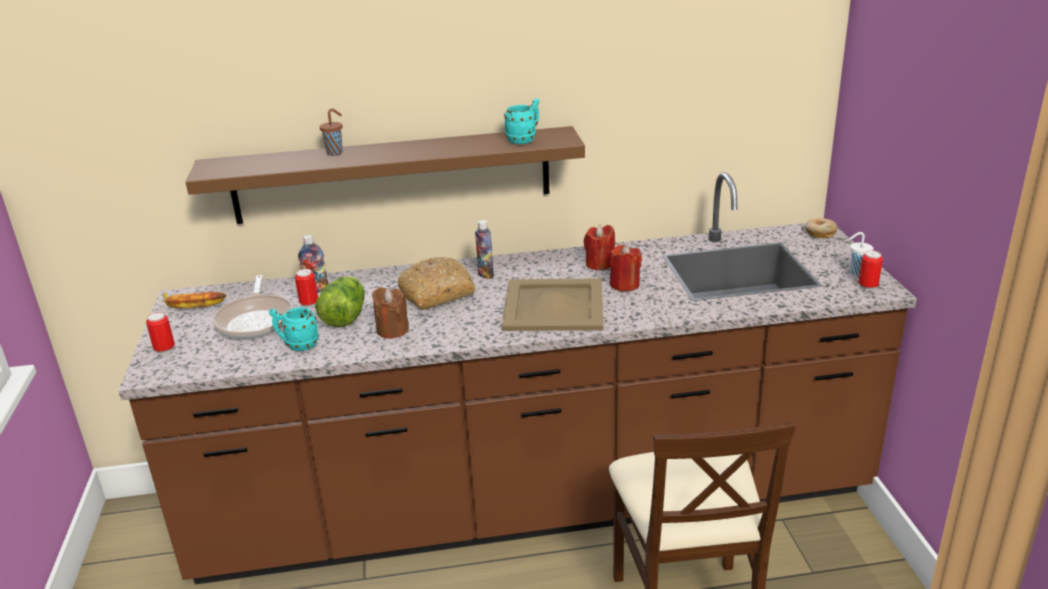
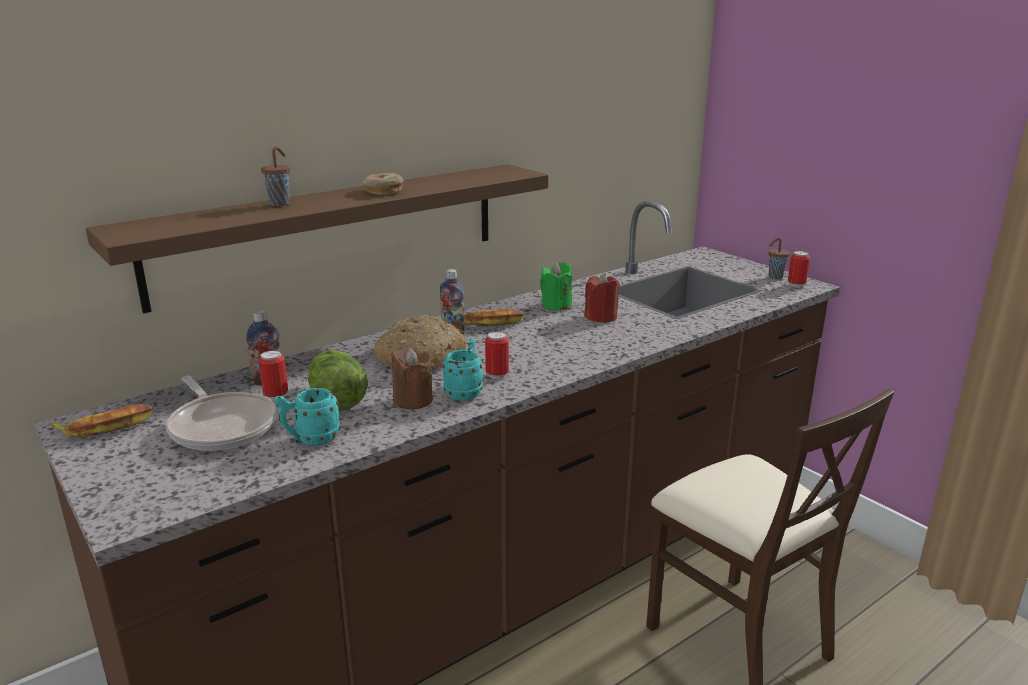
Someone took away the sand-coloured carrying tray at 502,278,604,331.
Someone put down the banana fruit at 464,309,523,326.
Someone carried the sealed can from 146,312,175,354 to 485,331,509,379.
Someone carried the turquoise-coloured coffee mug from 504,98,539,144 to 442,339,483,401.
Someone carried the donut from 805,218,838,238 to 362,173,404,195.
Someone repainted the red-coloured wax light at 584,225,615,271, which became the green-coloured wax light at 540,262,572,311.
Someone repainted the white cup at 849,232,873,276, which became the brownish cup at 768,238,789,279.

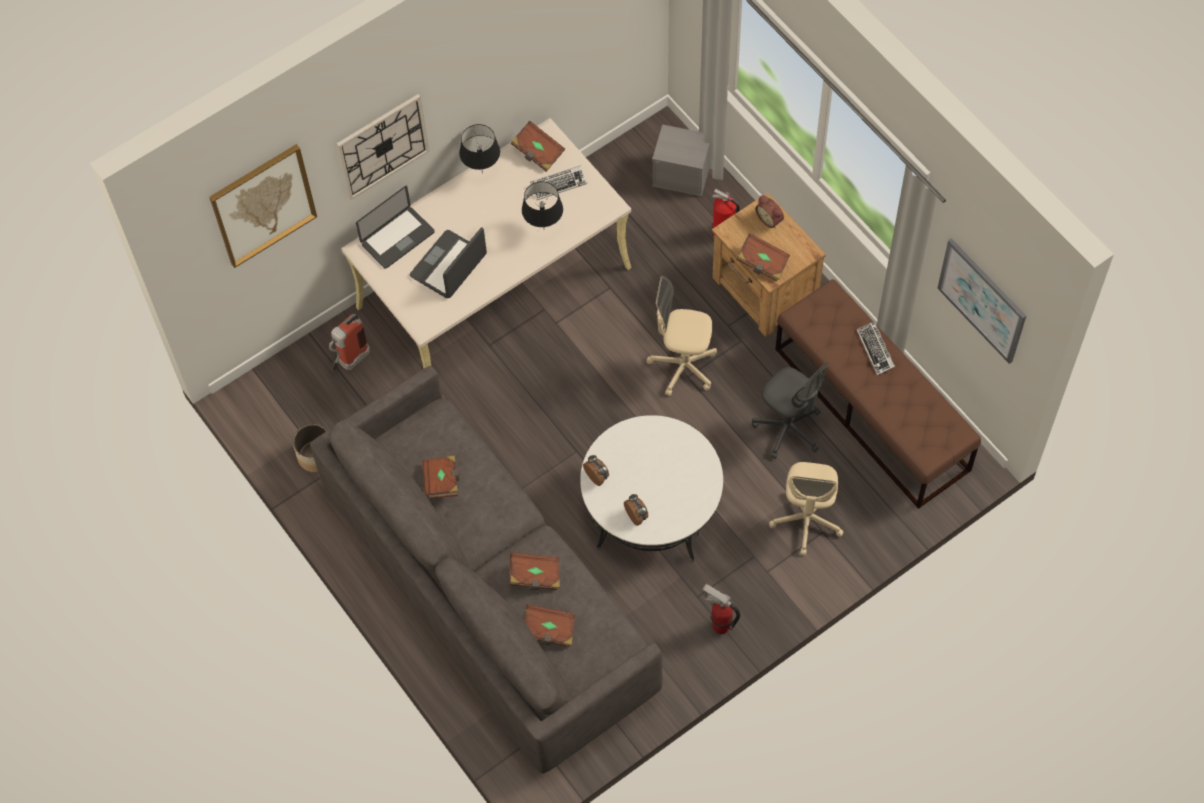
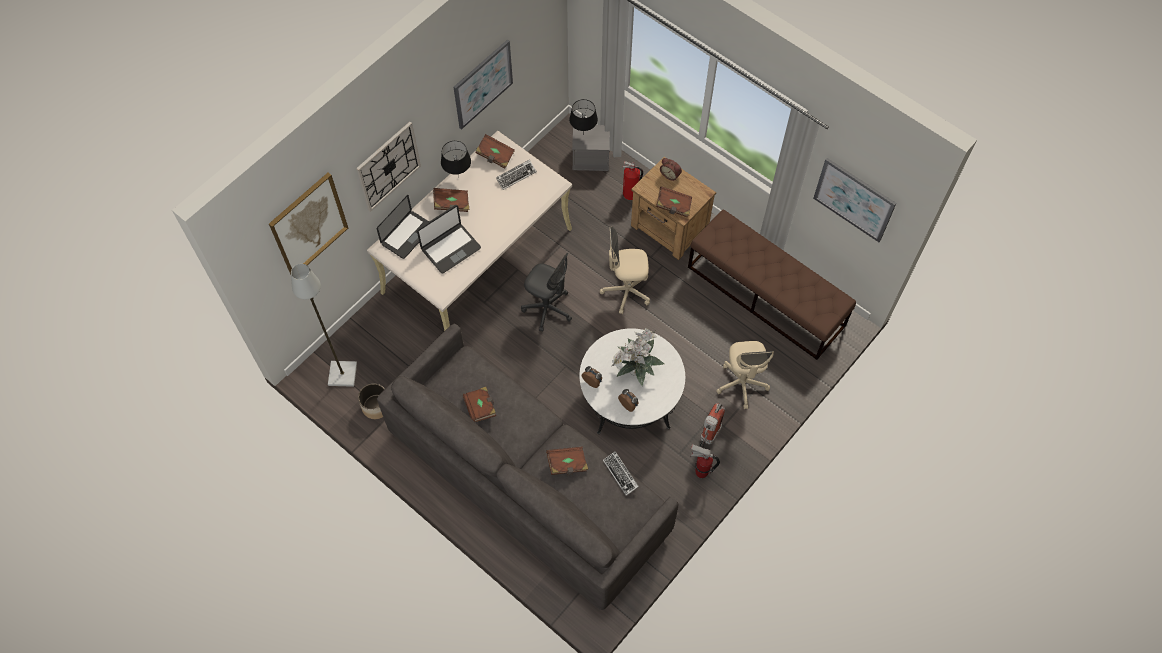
Someone put down the greyish floor lamp at 291,264,357,387.
Someone put up the wall art at 453,39,513,130.
Someone put down the plant in a pot at 612,328,664,386.
Someone carried the extinguisher from 329,314,370,371 to 699,403,725,448.
Someone carried the black lamp for a table from 522,181,563,227 to 569,99,598,135.
Someone carried the brownish bound book from 524,604,575,647 to 433,188,469,212.
Someone carried the greyish computer chair from 751,362,828,459 to 521,253,572,332.
Someone carried the PC keyboard from 857,321,895,376 to 603,451,639,496.
Someone rotated the portable computer at 410,227,487,298 by 150 degrees counterclockwise.

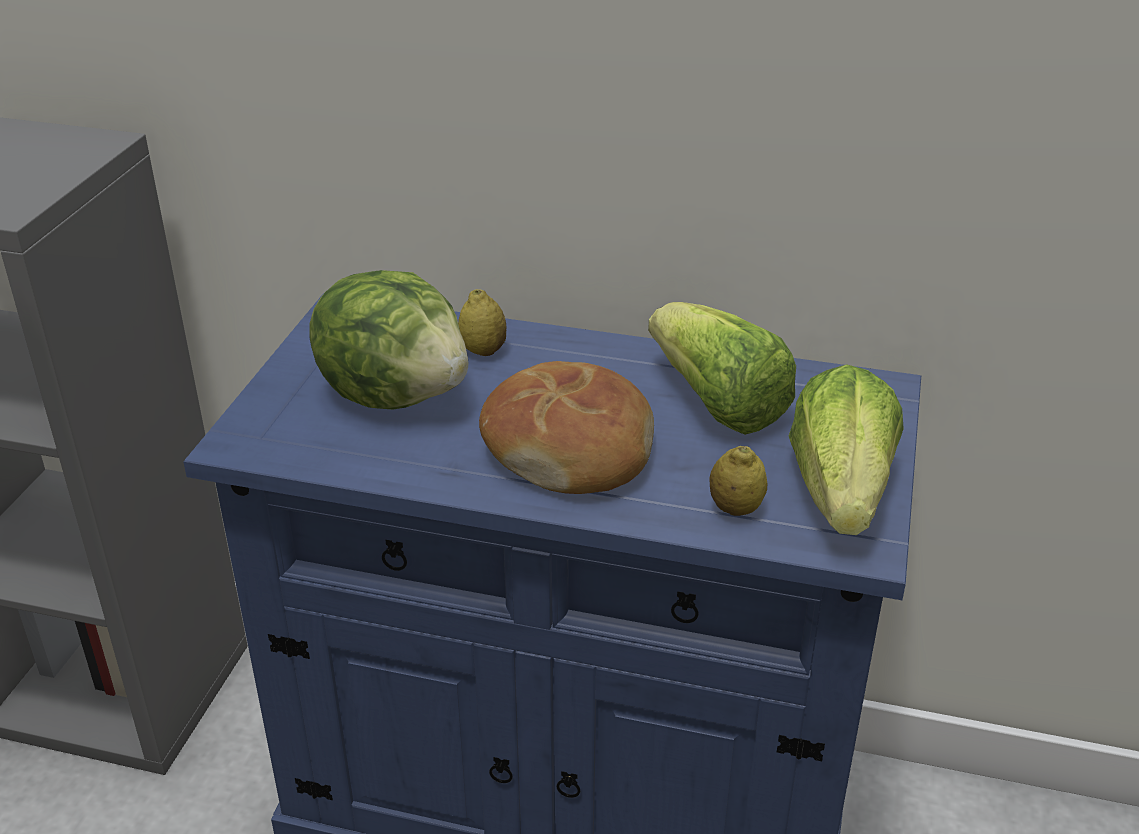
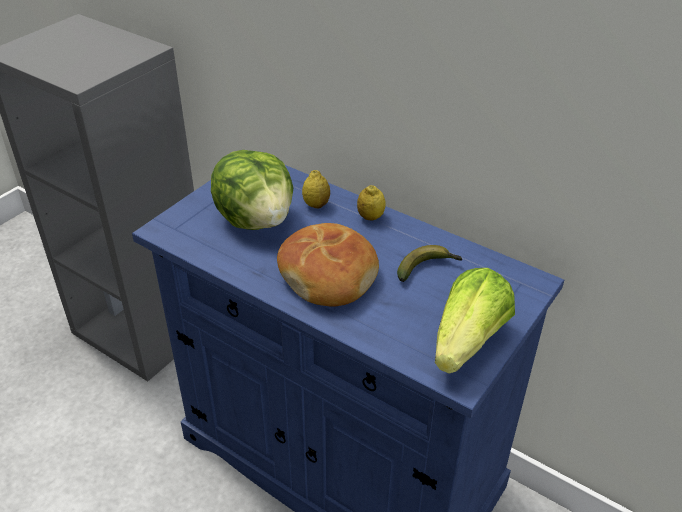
Someone carried the lemon from 709,446,768,516 to 357,185,386,220.
Someone swapped the head of lettuce at 648,302,796,435 for the banana fruit at 397,245,463,282.

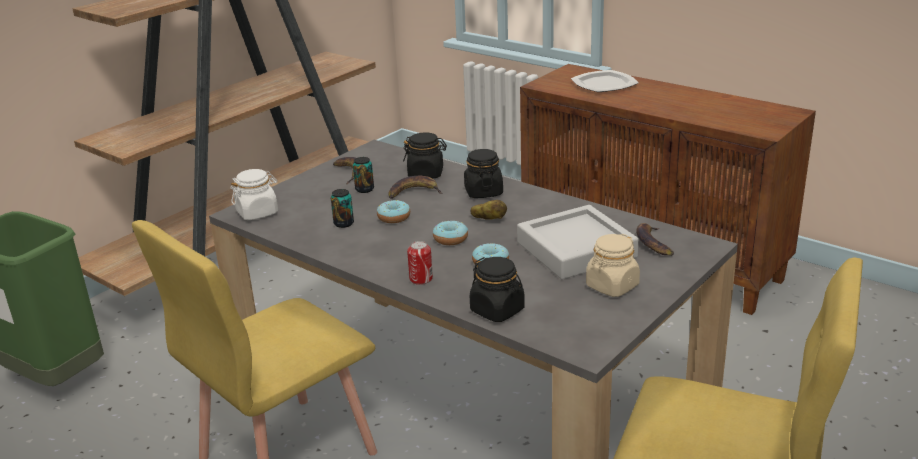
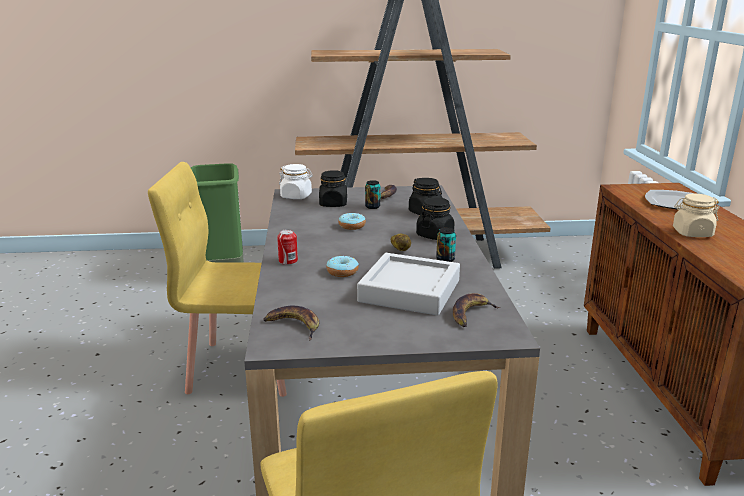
Someone took away the donut at 433,221,468,245.
Someone carried the sealed can from 331,189,354,228 to 436,228,456,262.
Someone carried the banana fruit from 389,175,443,199 to 264,305,319,340.
Someone carried the black preserve jar from 470,257,525,322 to 319,170,347,207.
Someone carried the sand-coloured preserve jar from 586,234,640,297 to 673,194,720,237.

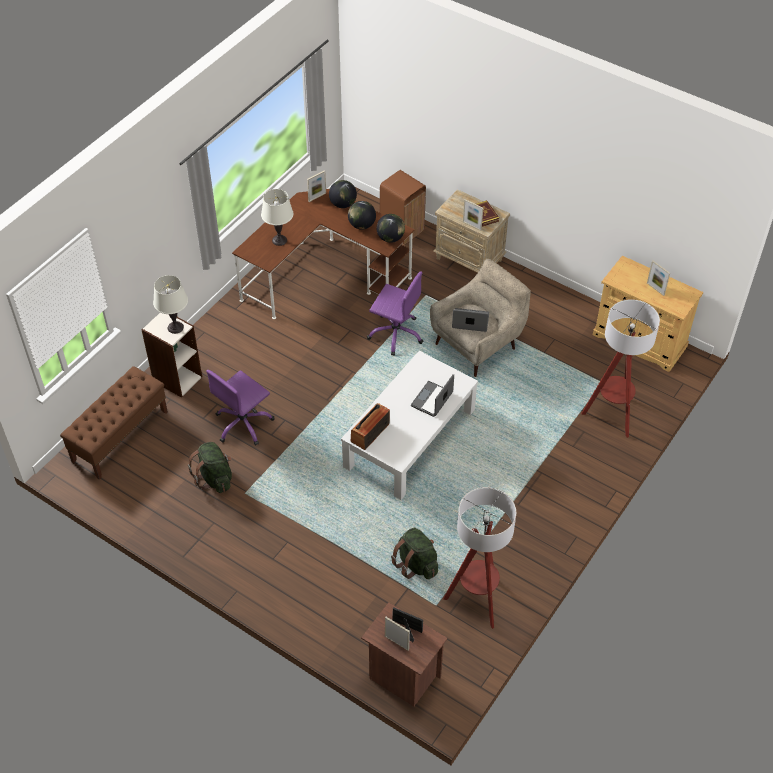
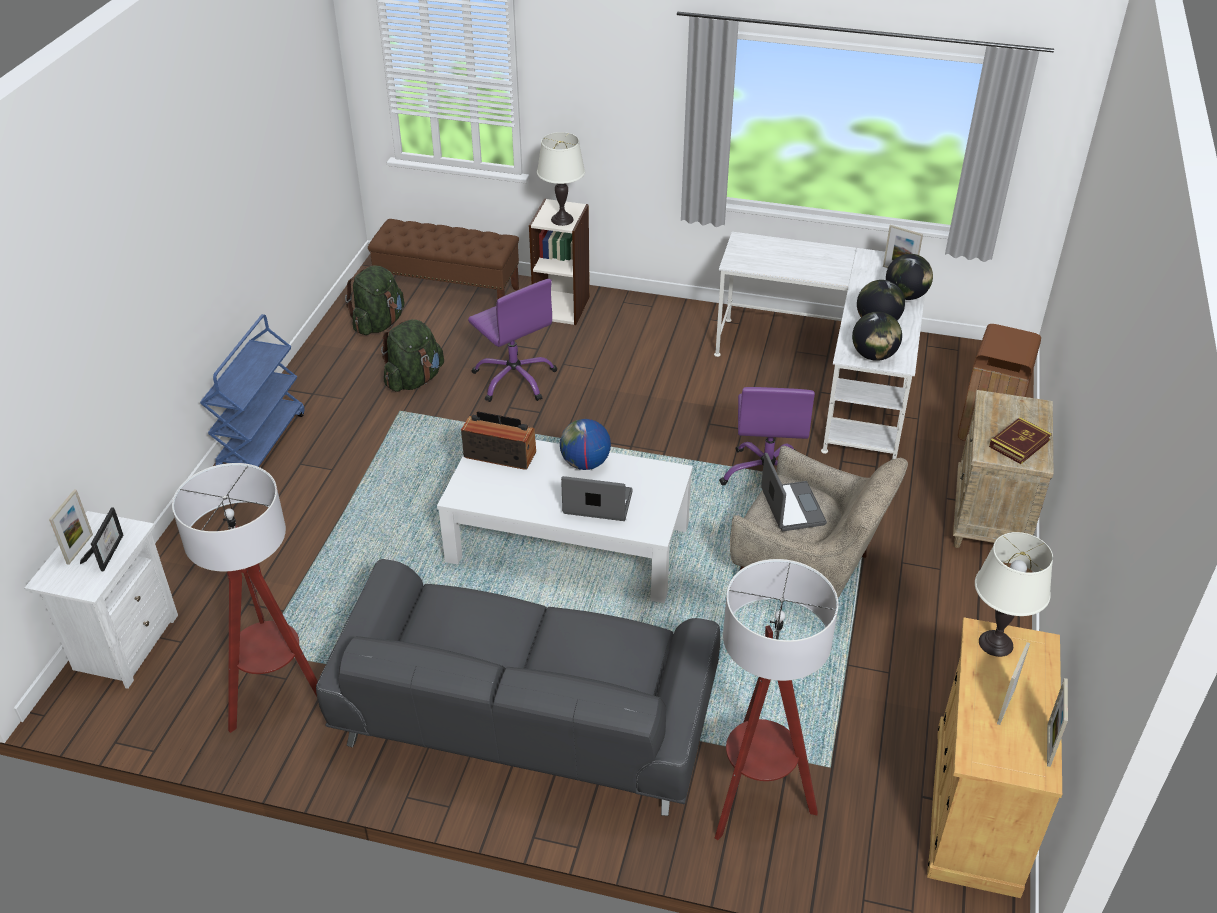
Someone put down the blue cart at 200,314,304,467.
Someone put down the greyish couch at 316,559,720,816.
Someone put down the desk globe at 560,419,611,470.
Someone carried the white lamp for a table from 261,189,294,246 to 975,532,1053,657.
Someone carried the green-coloured rucksack from 391,528,438,579 to 345,265,405,335.
Someone carried the picture frame from 463,199,483,231 to 1047,678,1068,767.
Someone repainted the brownish desk at 232,189,415,319, which became the white desk at 714,232,925,461.
Someone repainted the brownish nightstand at 361,602,447,707, which became the white nightstand at 24,511,178,689.
Someone rotated the purplish computer chair at 206,370,275,446 by 150 degrees counterclockwise.

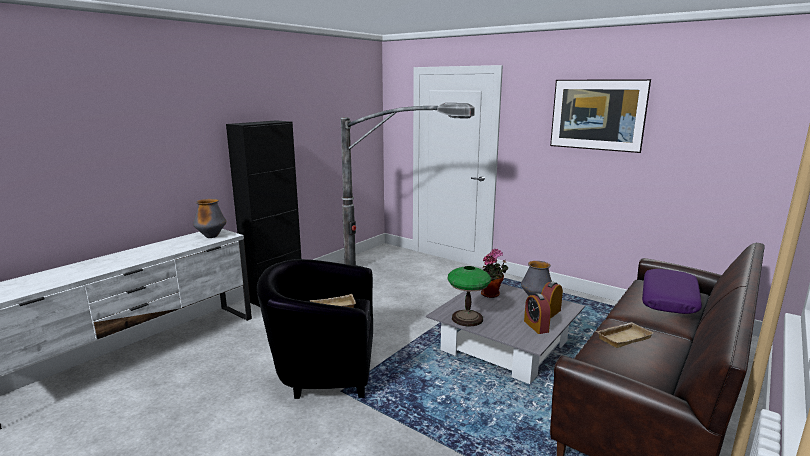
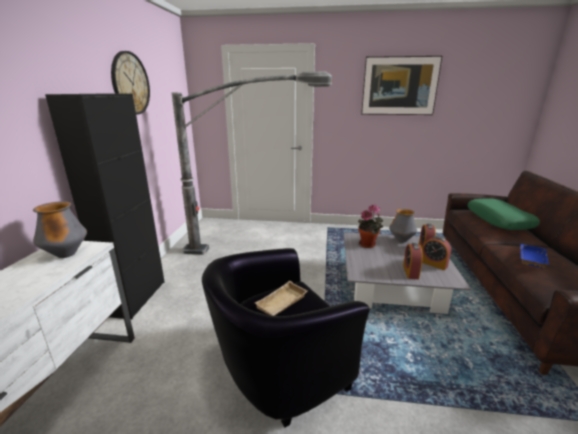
Someone took away the lamp for a table at 448,266,491,326.
Someone put up the clock on the wall at 111,51,150,114.
Someone put down the table clock at 403,243,423,279.
Someone repainted the sand-coloured carrying tray at 596,322,654,348, which became the blue carrying tray at 521,244,549,268.
Someone repainted the purplish throw pillow at 642,269,702,314, which became the green-coloured throw pillow at 468,199,540,230.

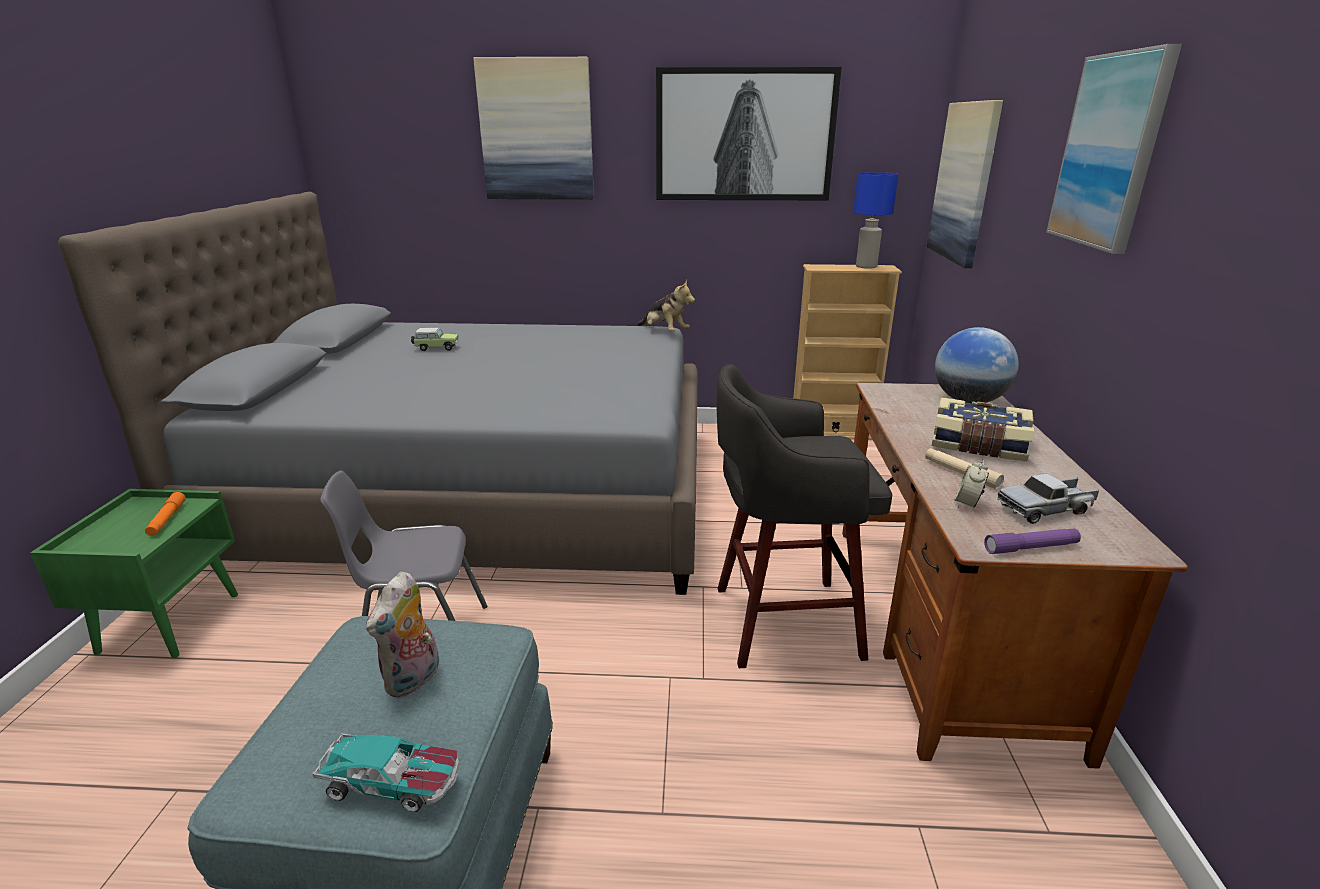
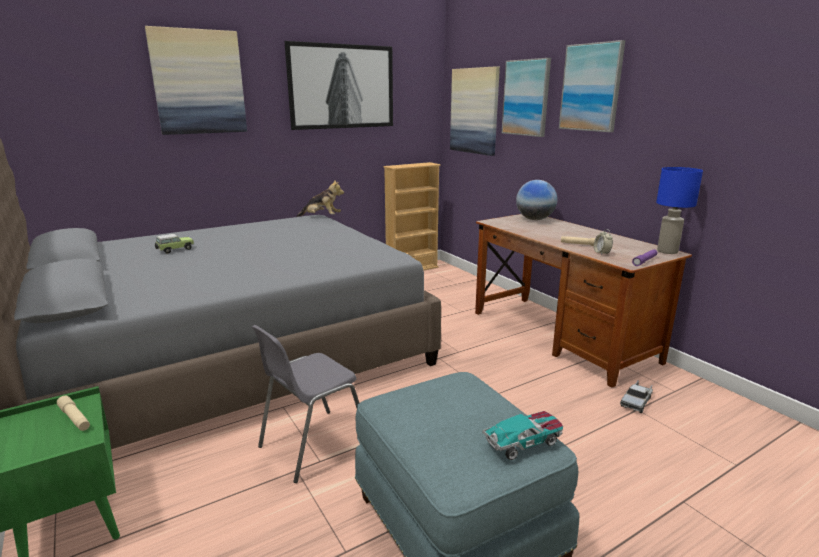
Someone took away the plush toy at 366,572,439,698.
Someone took away the greyish stool seat at 716,364,892,668.
Someone took away the bound book at 932,397,1034,461.
Someone put up the wall art at 502,58,551,137.
Someone carried the blue lamp for a table from 853,172,898,269 to 656,167,703,254.
Someone carried the model truck from 997,474,1099,524 to 620,380,653,413.
Someone repainted the orange-coloured torch at 145,492,186,536, which became the sand-coloured torch at 57,396,90,431.

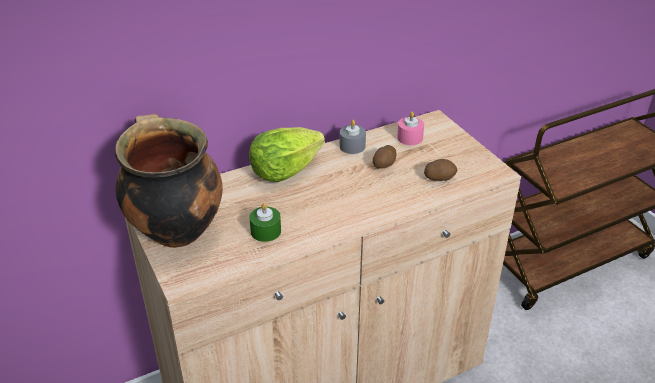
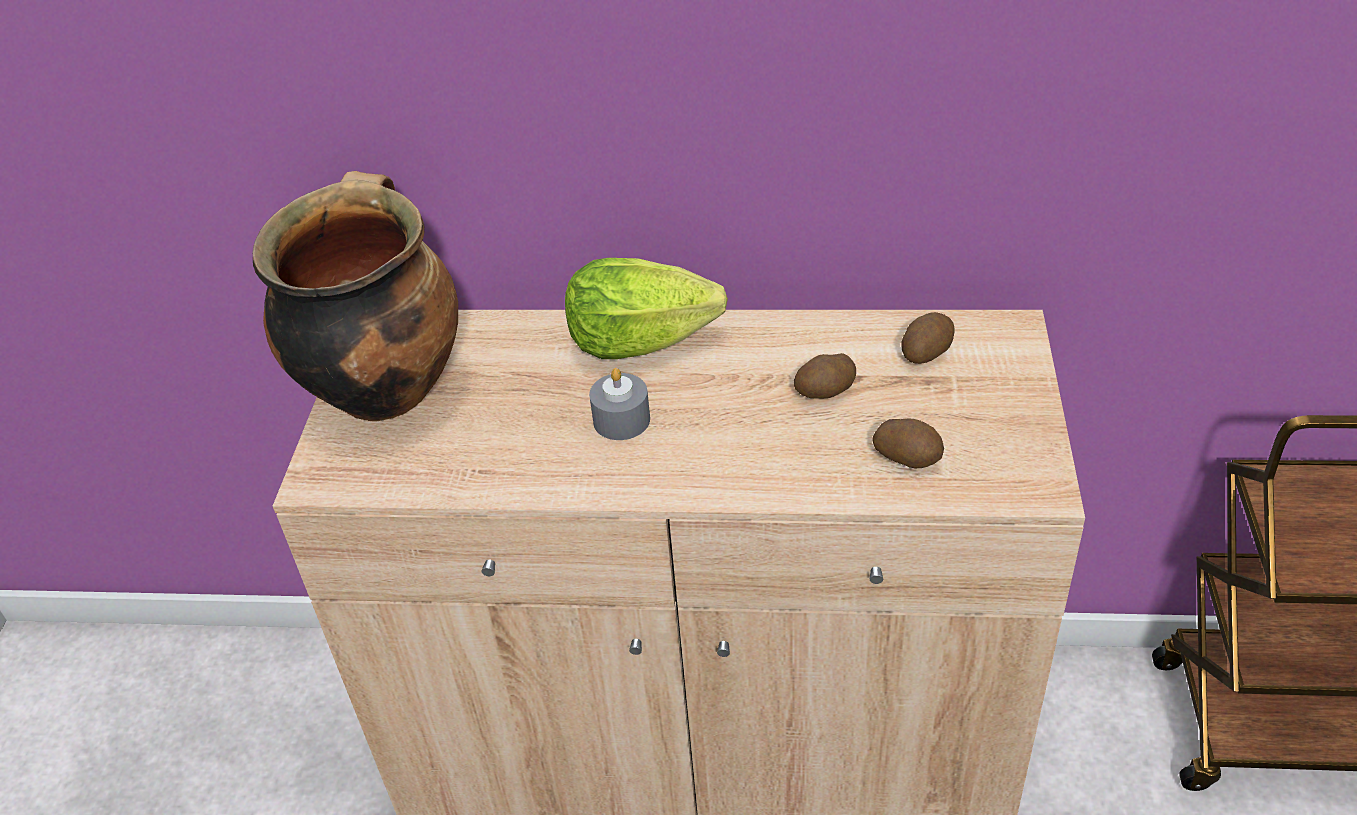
Someone took away the green-coloured wax light at 249,203,281,242.
Someone carried the greyish wax light from 339,120,366,154 to 589,368,650,440.
Someone swapped the pink-coloured wax light at 397,111,424,145 for the potato at 902,312,955,364.

